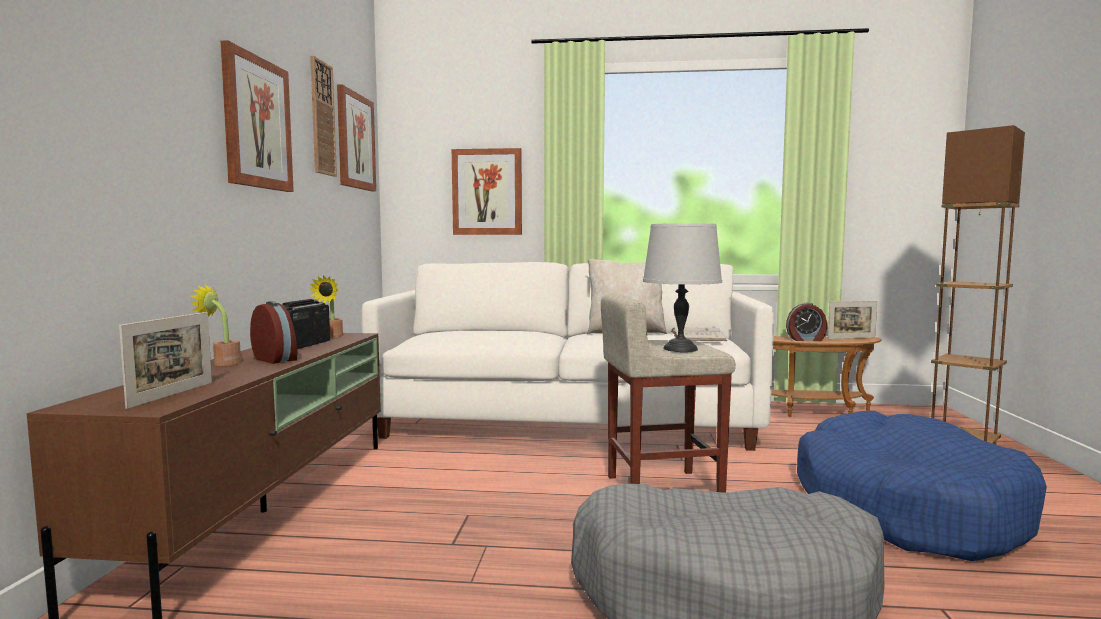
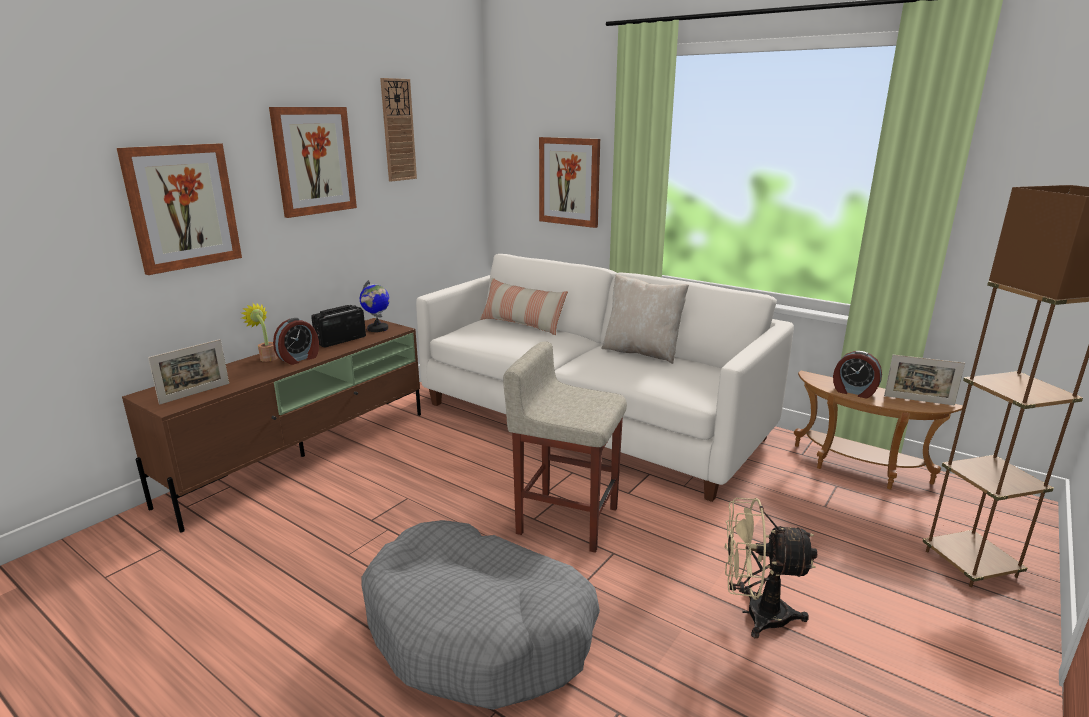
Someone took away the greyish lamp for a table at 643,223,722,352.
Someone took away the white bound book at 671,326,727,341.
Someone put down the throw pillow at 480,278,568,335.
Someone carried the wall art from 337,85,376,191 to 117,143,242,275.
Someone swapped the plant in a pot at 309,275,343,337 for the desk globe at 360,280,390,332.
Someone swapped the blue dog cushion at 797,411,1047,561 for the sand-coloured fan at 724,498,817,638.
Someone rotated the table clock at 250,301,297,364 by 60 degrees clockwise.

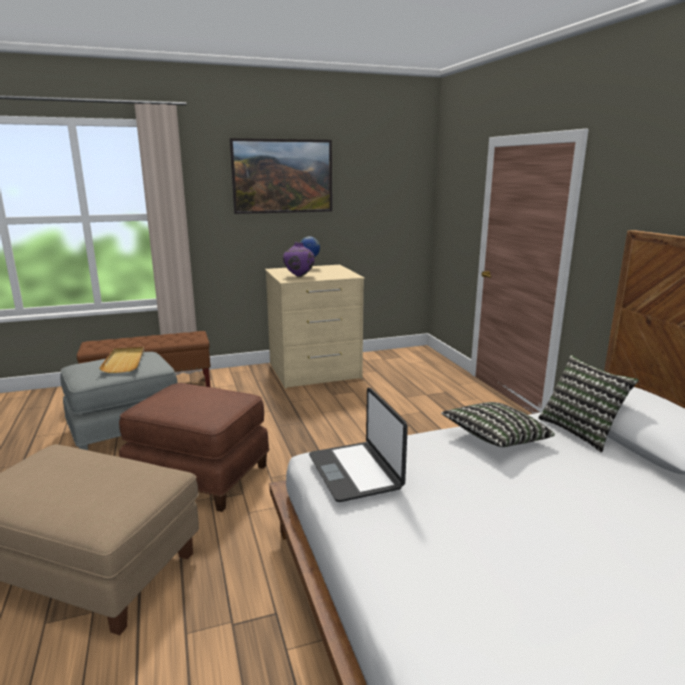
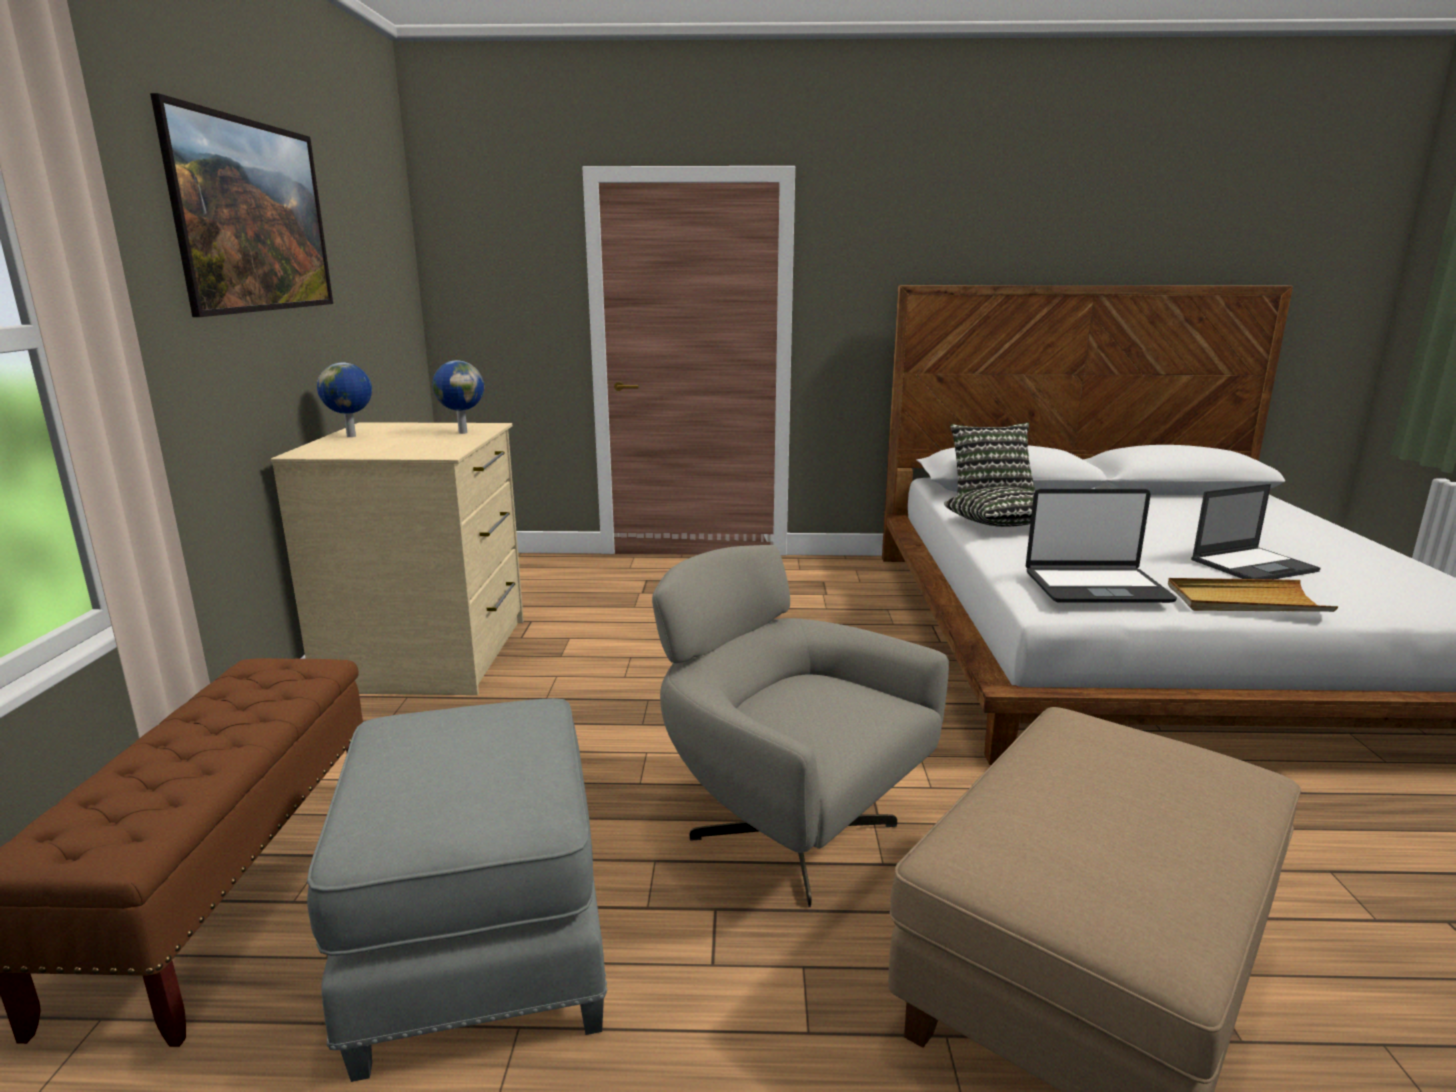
Someone took away the purplish flower vase at 283,242,315,277.
Someone put down the desk globe at 432,360,484,434.
Someone put down the portable computer at 1191,484,1320,579.
Someone carried the sand-coloured carrying tray from 99,346,144,373 to 1168,578,1338,612.
Someone swapped the brownish ottoman at 119,383,269,512 for the greyish lounge chair at 652,545,949,907.

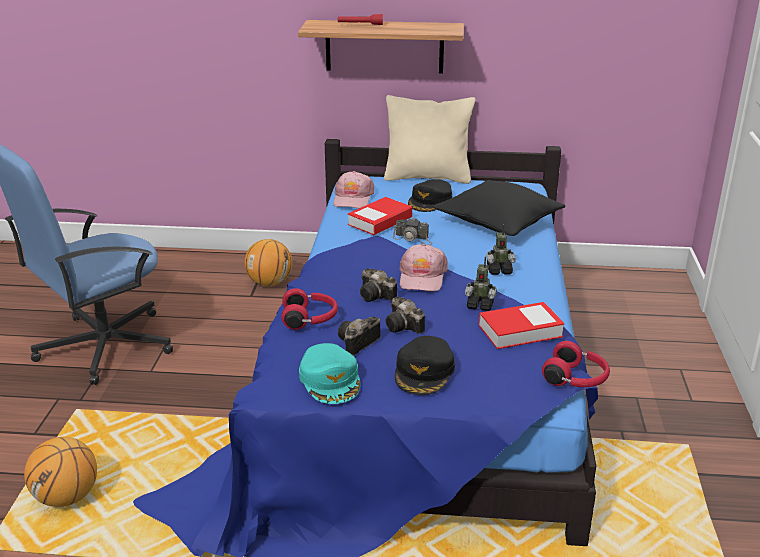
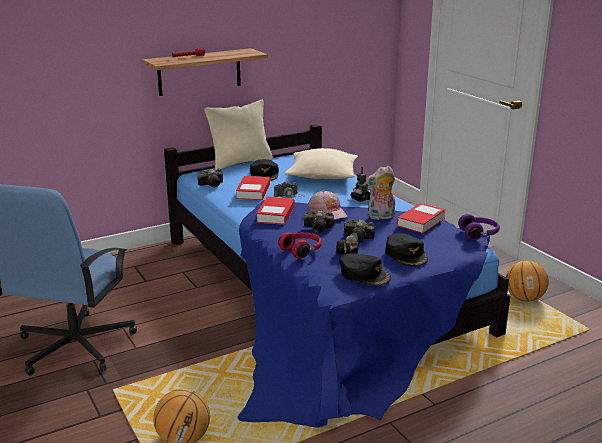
Someone put down the bound book at 256,197,294,225.
Someone carried the ball for basketball from 244,239,292,286 to 506,260,549,302.
Someone swapped the pink-coloured peaked cap at 333,171,374,208 for the still camera at 198,168,223,187.
Someone swapped the model robot at 465,256,497,311 for the plush toy at 366,166,395,220.
Someone repainted the turquoise-coloured peaked cap at 299,343,360,404, which became the black peaked cap at 339,253,391,286.
Someone repainted the black throw pillow at 432,180,566,236, which became the sand-coloured throw pillow at 285,148,358,179.
Someone repainted the red-coloured headphones at 542,341,610,387, which became the purplish headphones at 458,214,500,240.

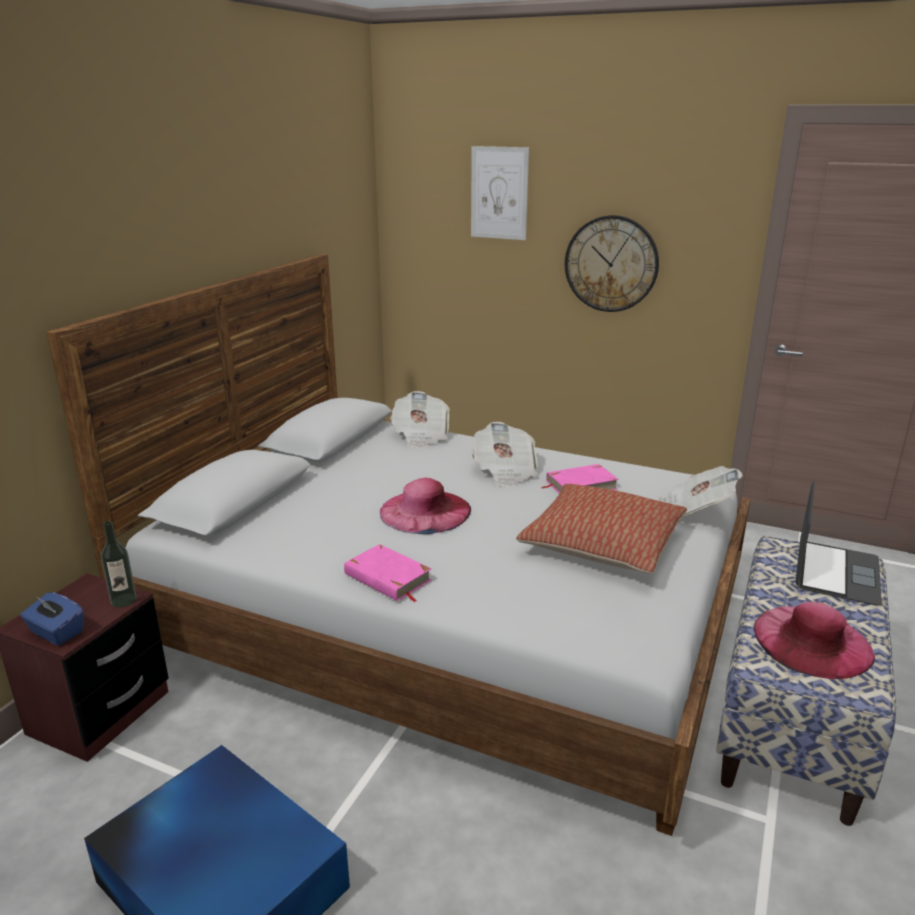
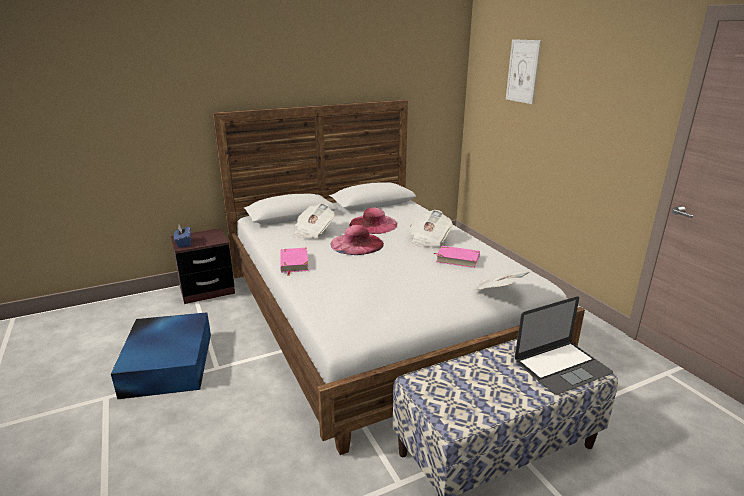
Someone took away the beverage bottle at 101,521,137,607.
Someone took away the throw pillow at 516,484,687,574.
Someone took away the clock on the wall at 565,215,659,312.
Someone carried the newspaper from 390,391,450,448 to 293,203,335,239.
Someone carried the pink-coloured clothing hat from 753,602,875,679 to 349,208,397,234.

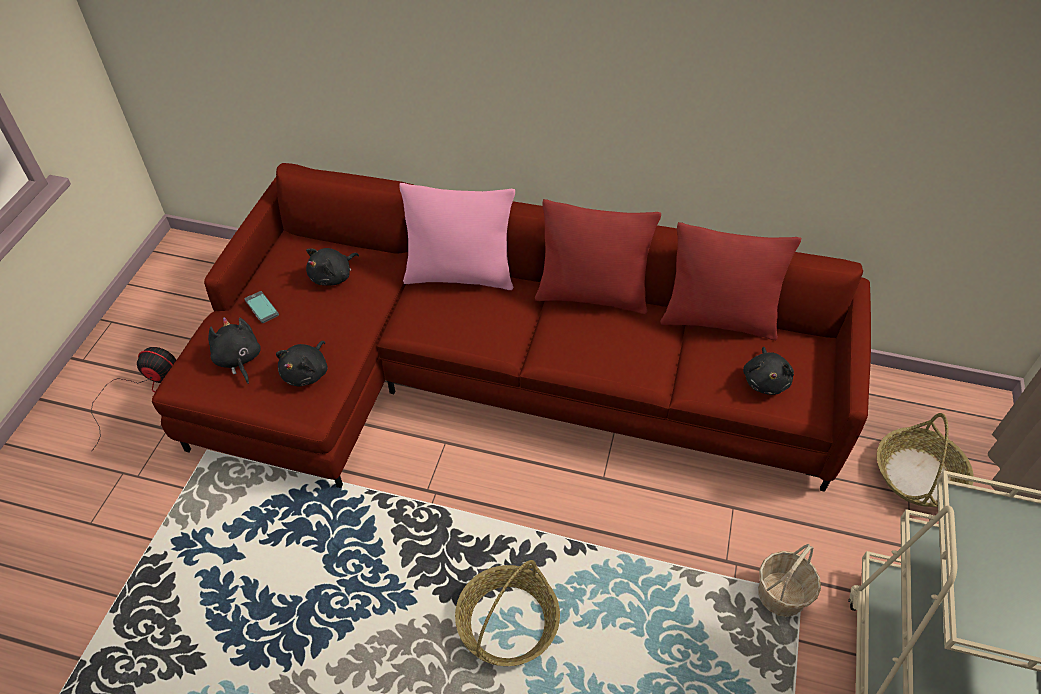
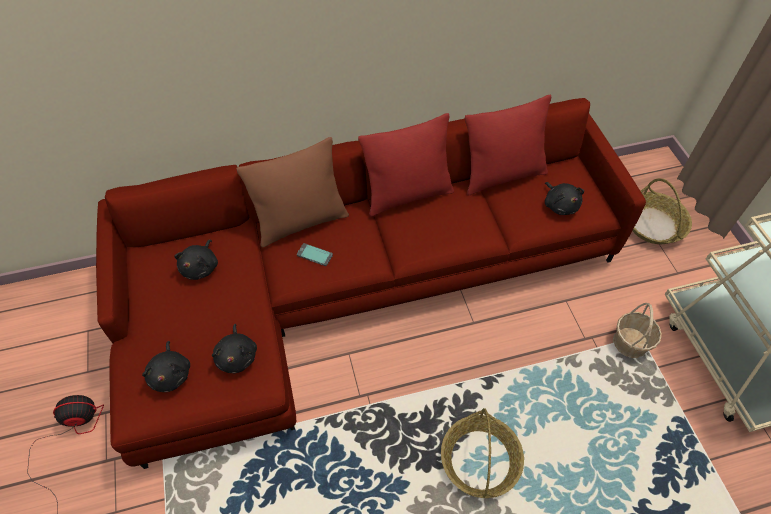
Someone carried the phone from 245,291,279,323 to 297,243,333,266.
Someone repainted the pink-coloured throw pillow at 399,183,515,290, which became the brownish throw pillow at 236,137,349,248.
Someone rotated the black plush toy at 208,317,261,384 by 135 degrees counterclockwise.

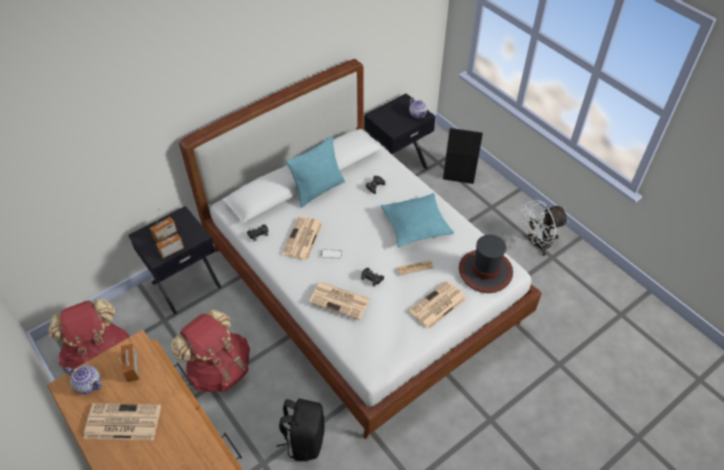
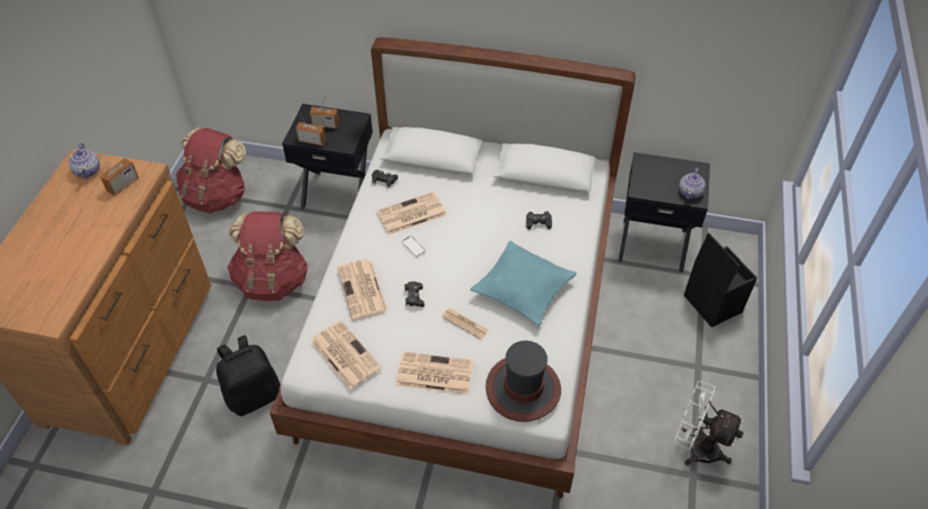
Someone took away the turquoise-coloured throw pillow at 286,136,345,208.
Someone carried the newspaper from 84,403,161,440 to 311,321,382,389.

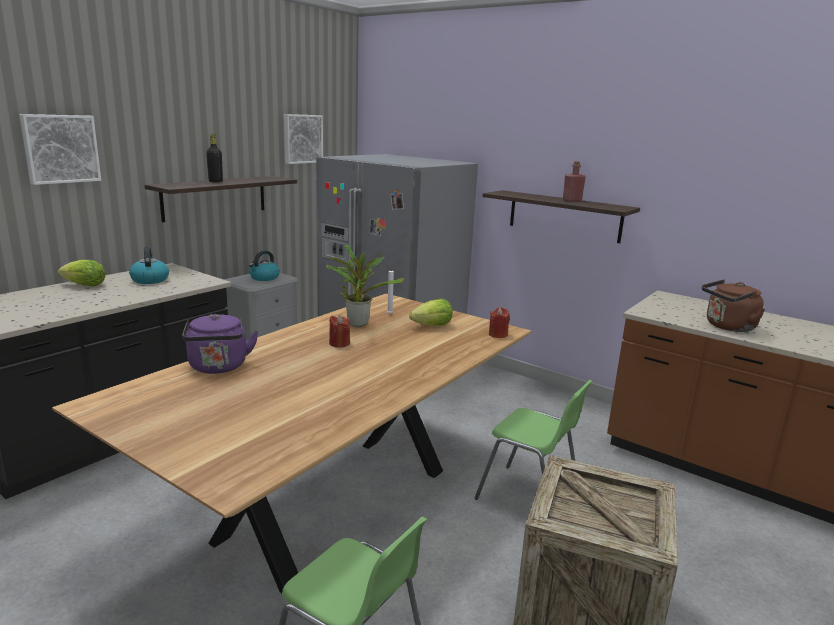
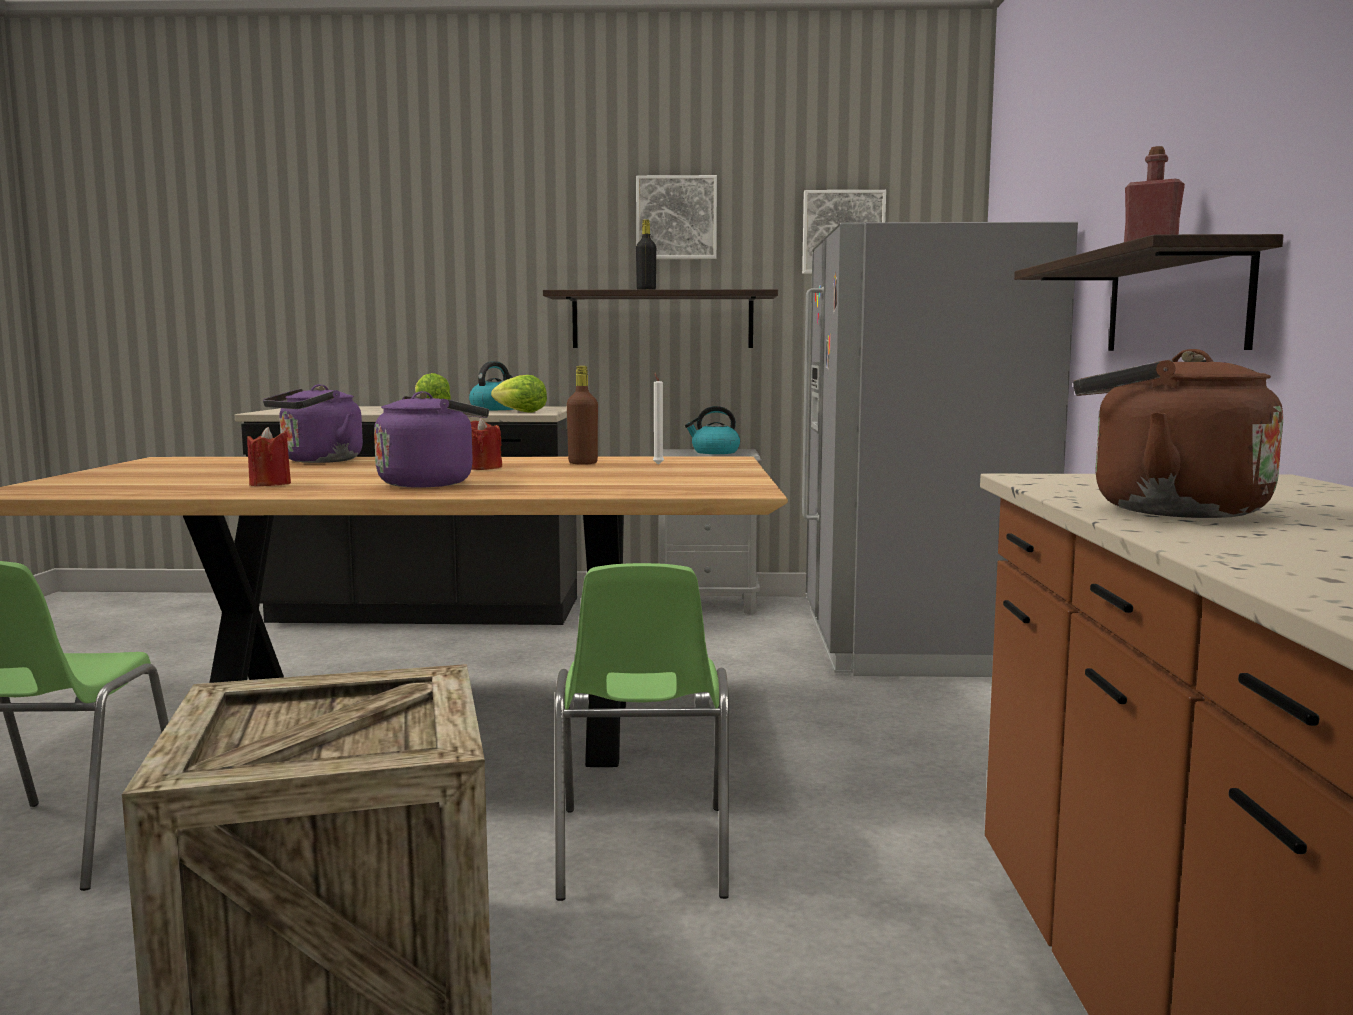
Someone put down the purplish kettle at 374,391,489,488.
Someone carried the wall art from 19,114,101,185 to 636,175,717,259.
Someone carried the head of lettuce from 409,299,453,326 to 491,375,547,413.
Someone carried the red-coloured wax light from 489,307,510,338 to 247,427,291,486.
Someone swapped the plant in a pot at 326,244,404,327 for the brownish beverage bottle at 567,366,598,465.

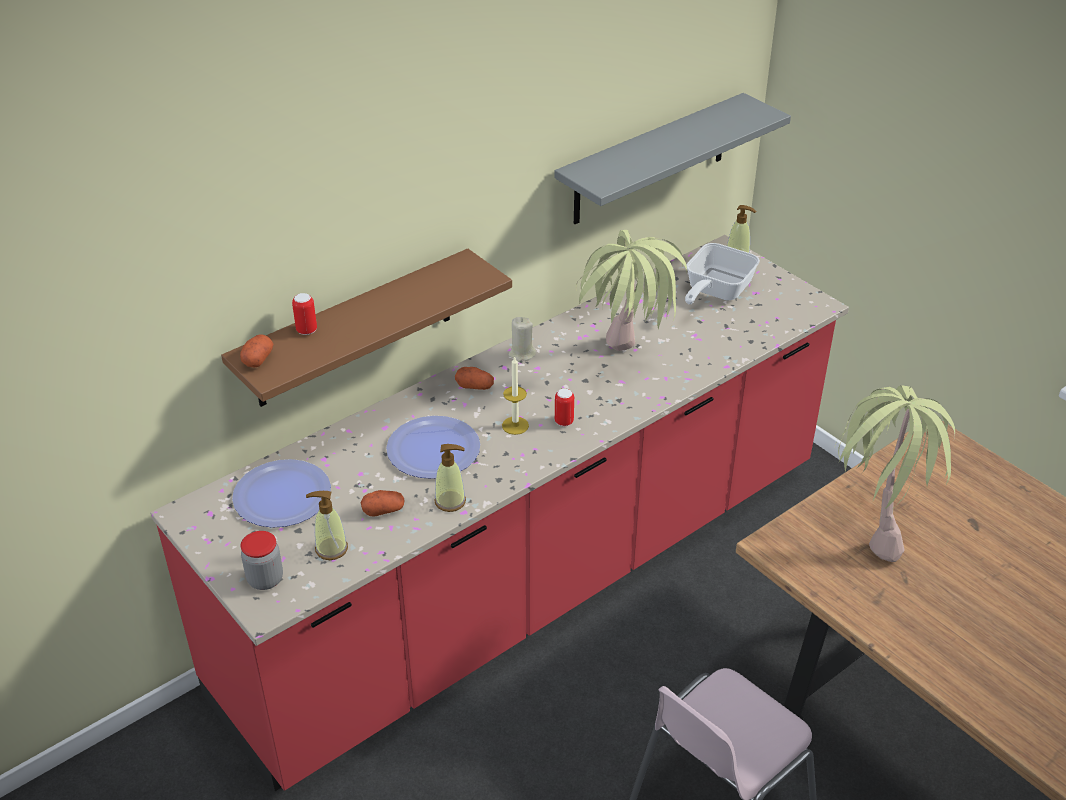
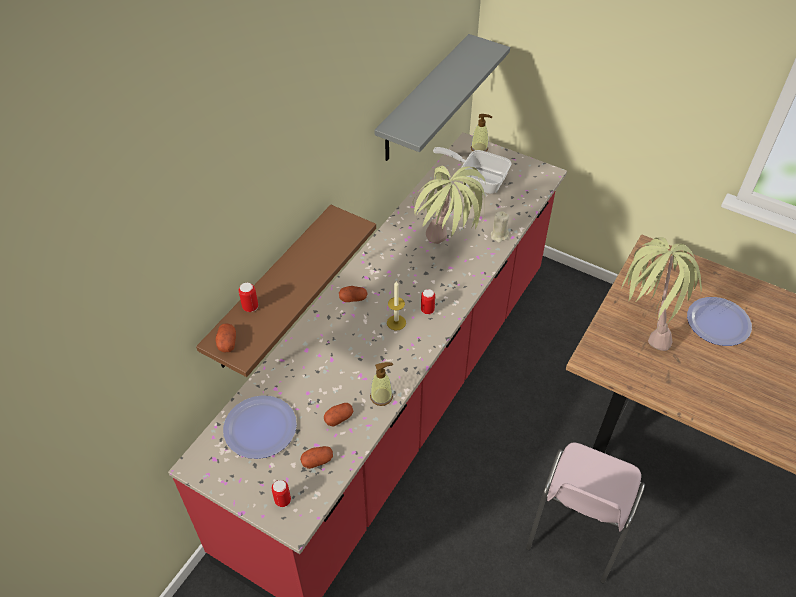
Someone carried the plate from 386,416,480,479 to 687,297,752,346.
Someone carried the sand-coloured wax light from 509,317,536,362 to 491,211,509,243.
Someone swapped the preserve jar at 241,531,283,590 for the sealed can at 272,480,291,507.
Someone swapped the soap bottle at 306,491,348,560 for the potato at 300,446,333,469.
Someone rotated the pan at 685,243,760,304 by 105 degrees clockwise.

